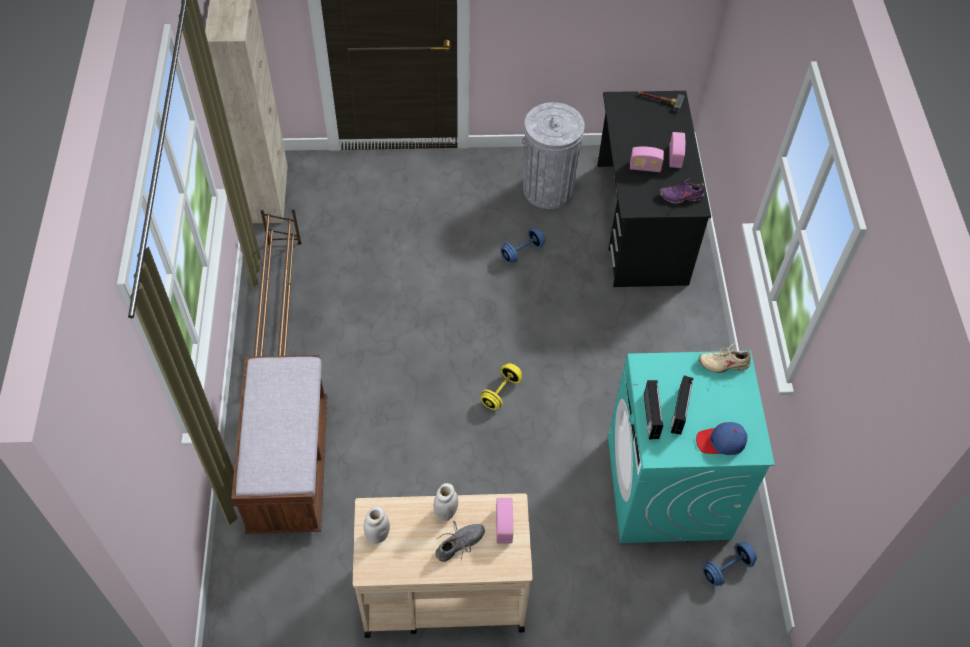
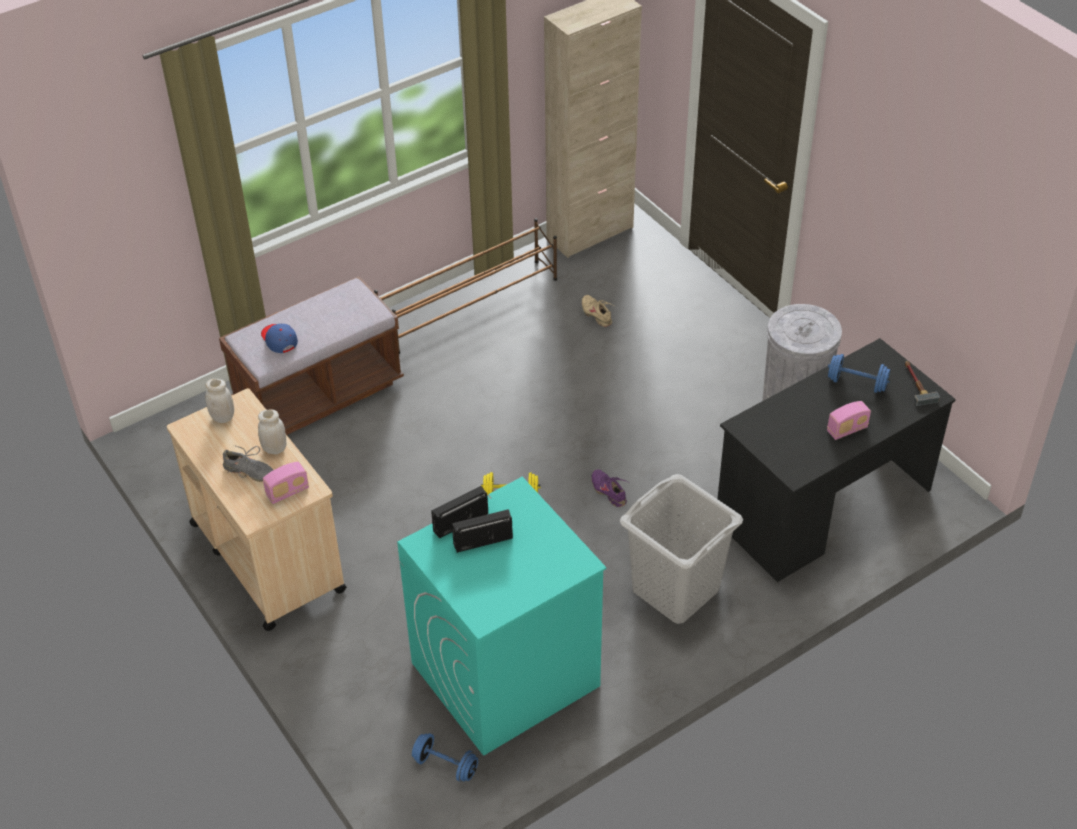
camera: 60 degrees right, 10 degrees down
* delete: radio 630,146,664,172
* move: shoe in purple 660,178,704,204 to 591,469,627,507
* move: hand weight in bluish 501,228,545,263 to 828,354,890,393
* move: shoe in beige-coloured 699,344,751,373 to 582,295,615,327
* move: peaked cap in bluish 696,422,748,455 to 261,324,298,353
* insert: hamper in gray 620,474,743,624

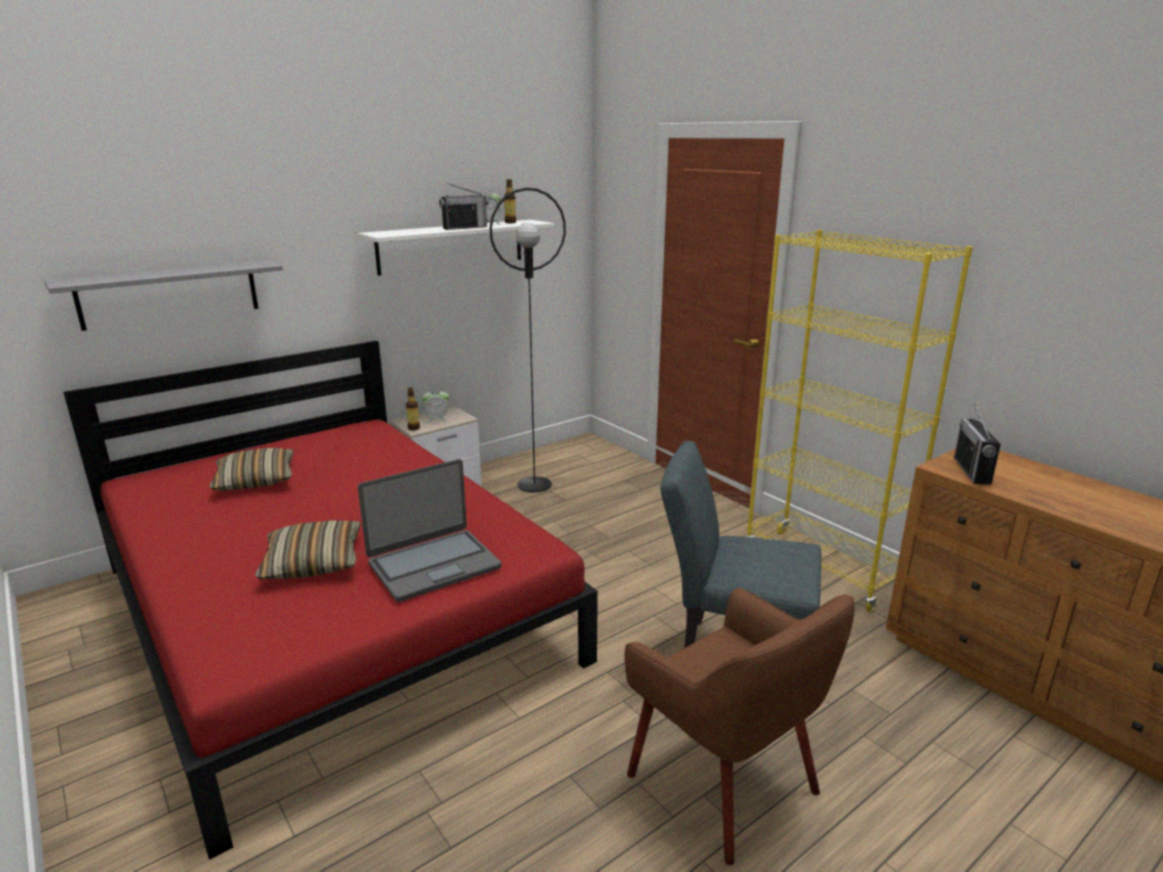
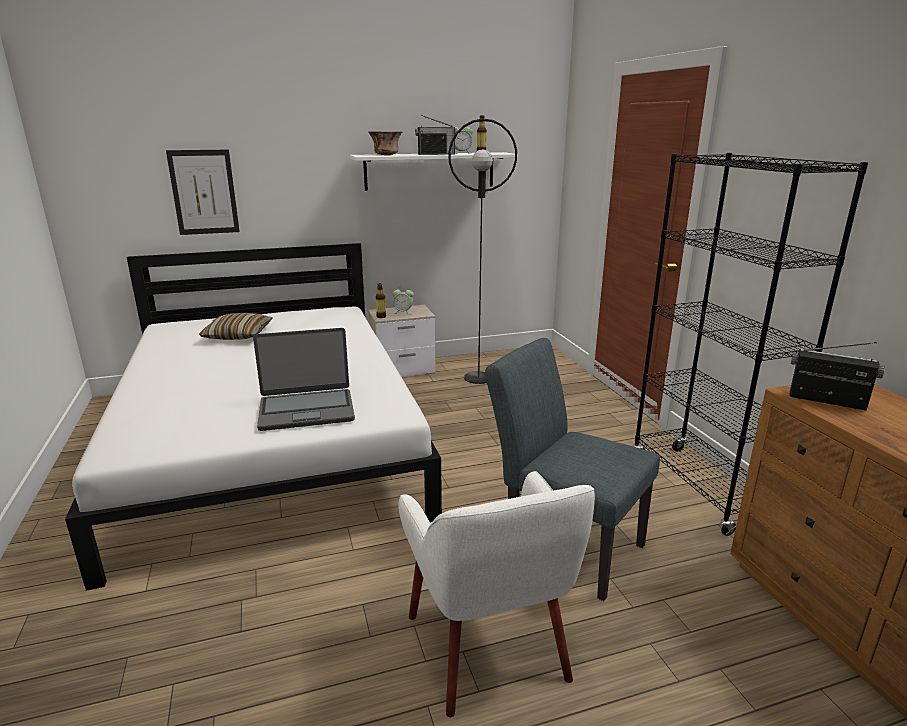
camera: 20 degrees right, 0 degrees up
* recolor: bookshelf in yellow-coloured 745,230,973,612 to bookshelf in black-coloured 633,153,868,536
* replace: shelf in gray 44,260,283,331 to picture 166,150,240,235
* recolor: bedroom bed in reddish 63,341,598,860 to bedroom bed in whitish 65,243,442,591
* rotate: radio 954,404,1001,485 = 790,342,885,410 90 degrees clockwise
* delete: cushion 255,520,361,580
* recolor: armchair in brownish 624,588,855,866 to armchair in whitish 398,471,595,717
* insert: deep dish 368,131,402,155

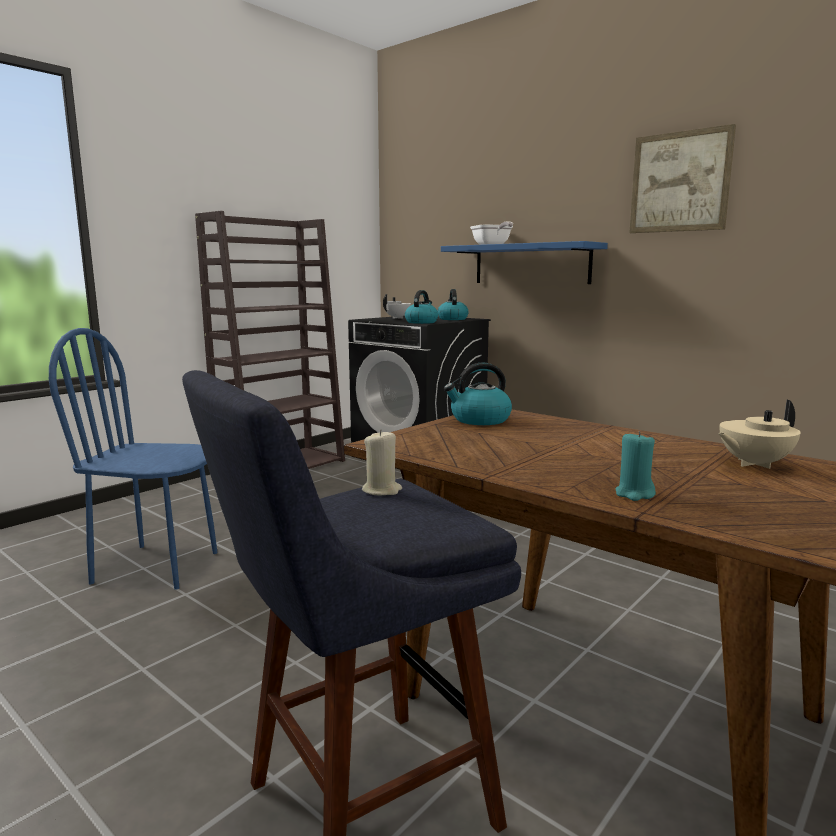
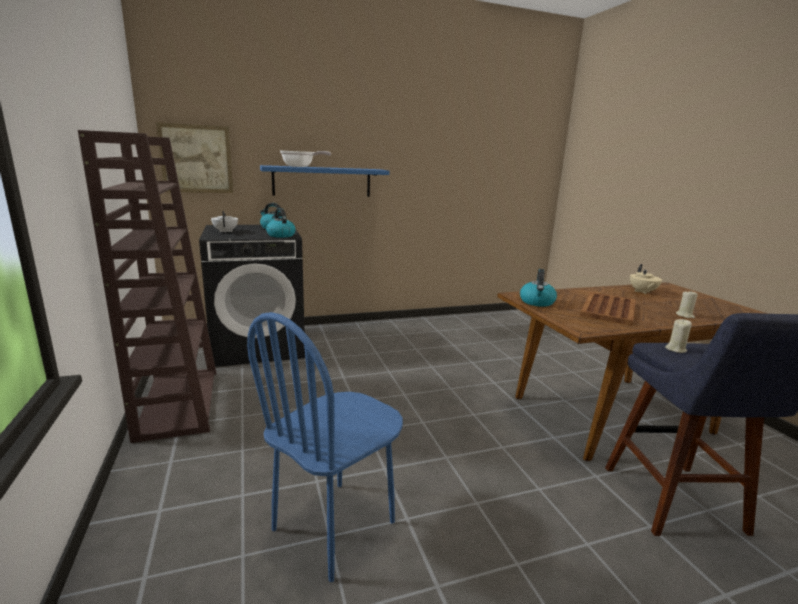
camera: 60 degrees left, 5 degrees up
* move: picture 629,124,736,233 to 156,122,233,193
* recolor: wax light in turquoise-coloured 615,431,656,501 to wax light in beige-coloured 676,290,698,318
* insert: carrying tray in brownish 580,292,636,325

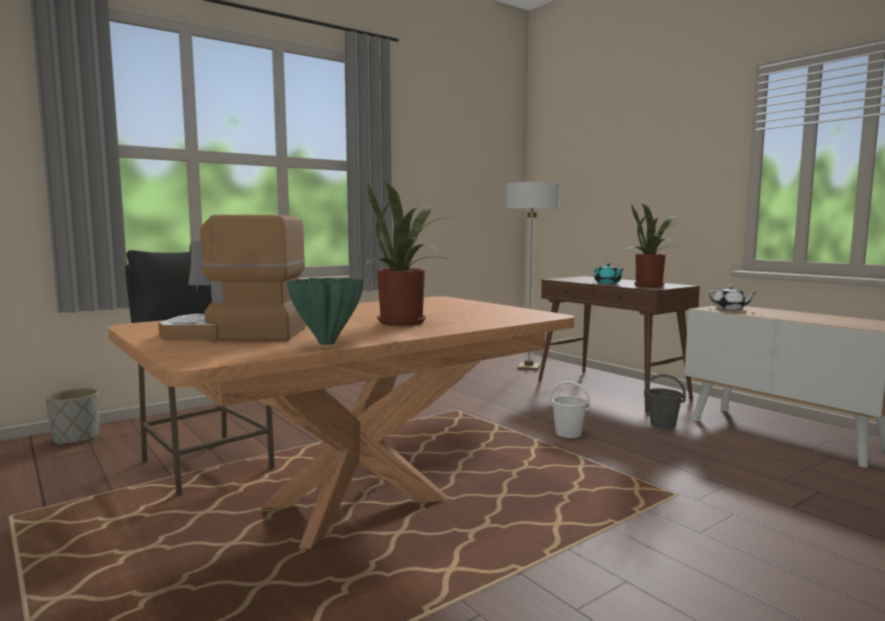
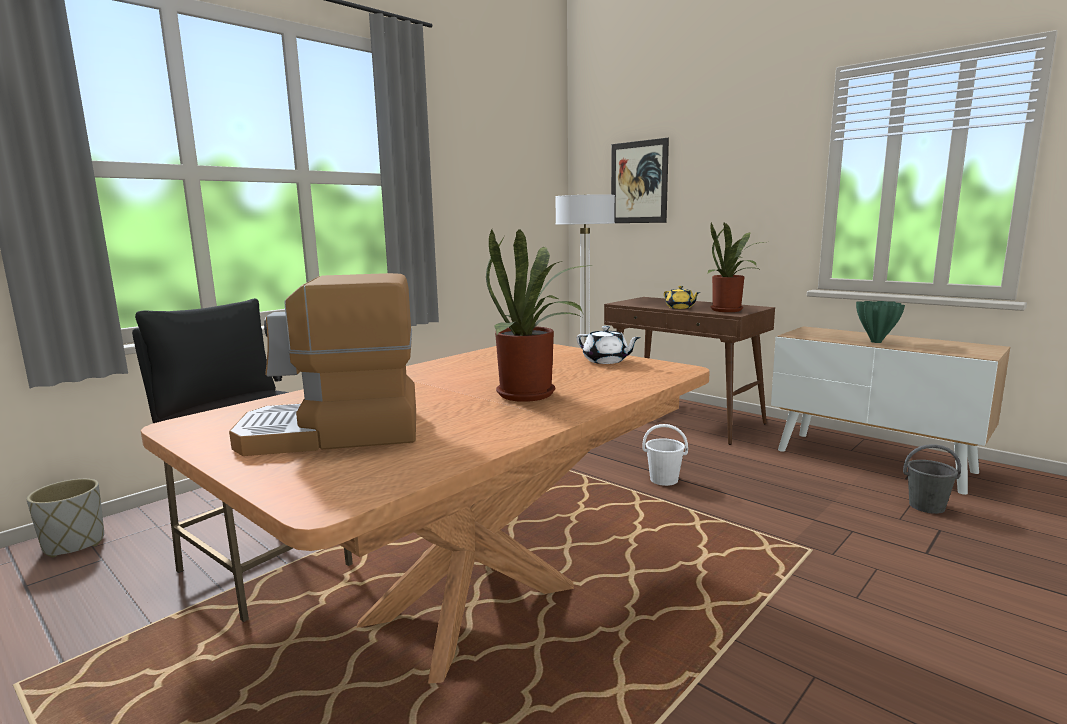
camera: 10 degrees left, 5 degrees up
* recolor: teapot in turquoise-coloured 594,263,623,284 to teapot in yellow-coloured 664,286,700,309
* move: decorative vase in green 287,278,364,345 to 856,301,905,343
* move: teapot in whitish 707,285,757,310 to 577,326,641,364
* move: bucket in gray 644,374,686,429 to 903,444,961,514
* insert: picture 611,138,669,223

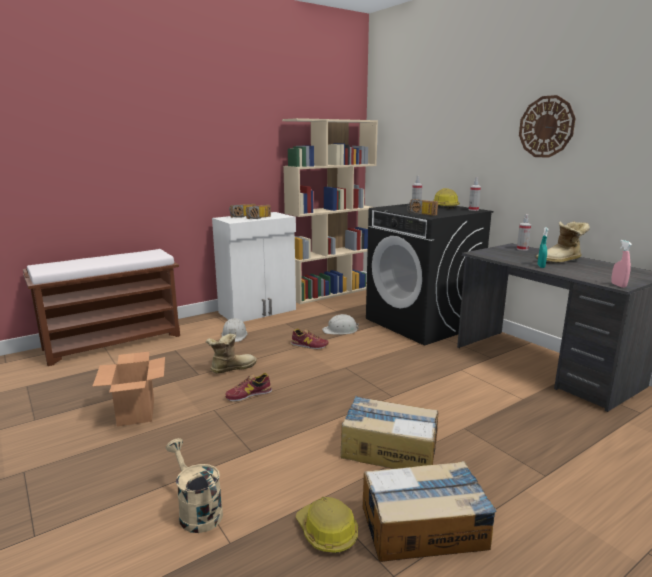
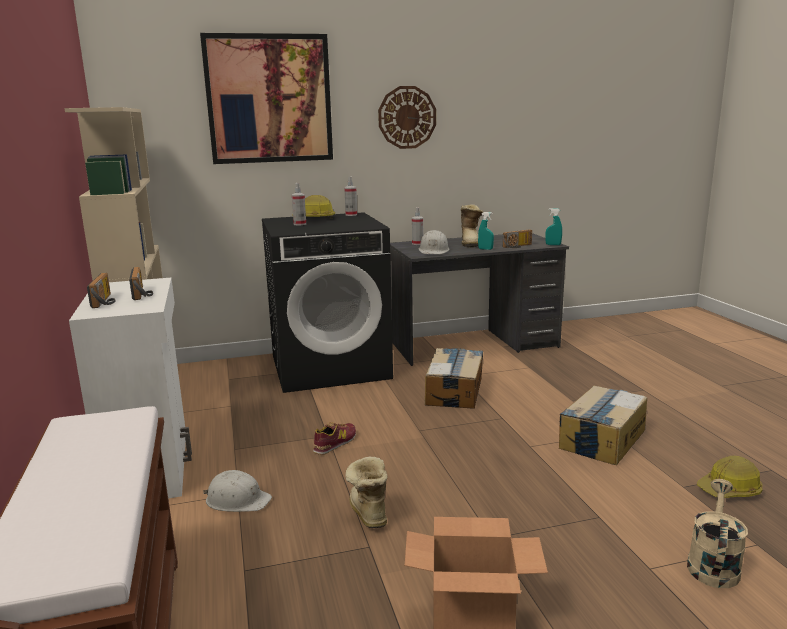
camera: 70 degrees left, 0 degrees up
* move: radio 407,199,438,216 to 502,229,532,248
* recolor: sprayer in pink-coloured 611,240,632,288 to sprayer in turquoise-coloured 545,208,562,245
* move: hard hat in whitish 322,314,359,335 to 419,230,450,254
* delete: shoe 225,373,272,402
* rotate: watering pot in beige-coloured 166,438,223,533 = 687,479,748,588 135 degrees clockwise
* move: packing box 363,461,497,562 to 425,348,483,409
* insert: picture 200,33,333,164

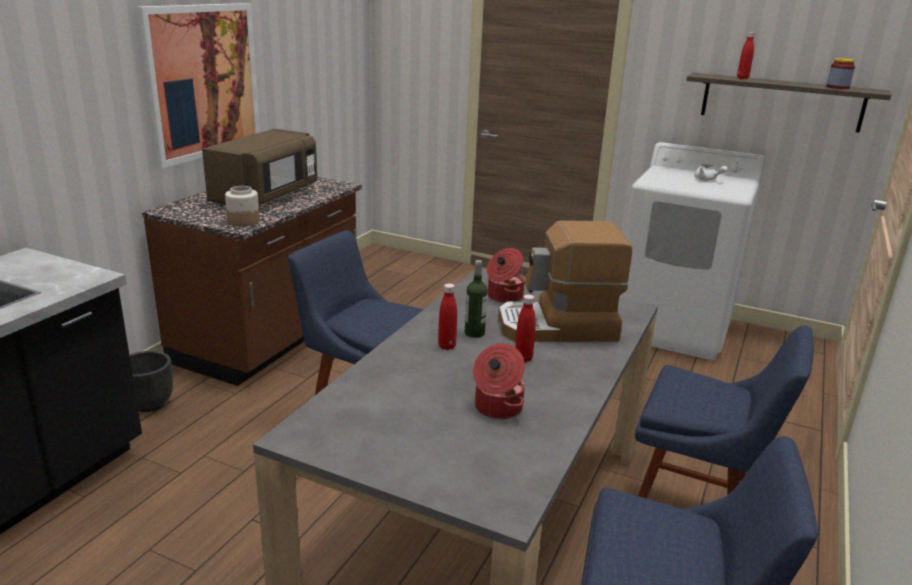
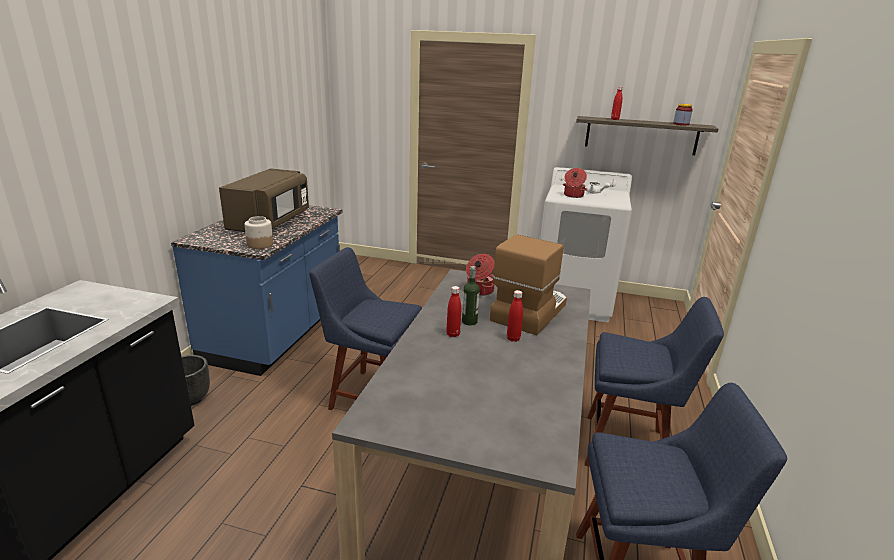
camera: 10 degrees left, 0 degrees up
* delete: picture 136,3,260,168
* recolor: kitchen counter in brownish 142,177,362,386 to kitchen counter in bluish 171,205,342,376
* rotate: coffee maker 498,220,632,342 = 490,234,567,335 135 degrees clockwise
* move: cooking pot 473,343,525,419 to 563,168,587,198

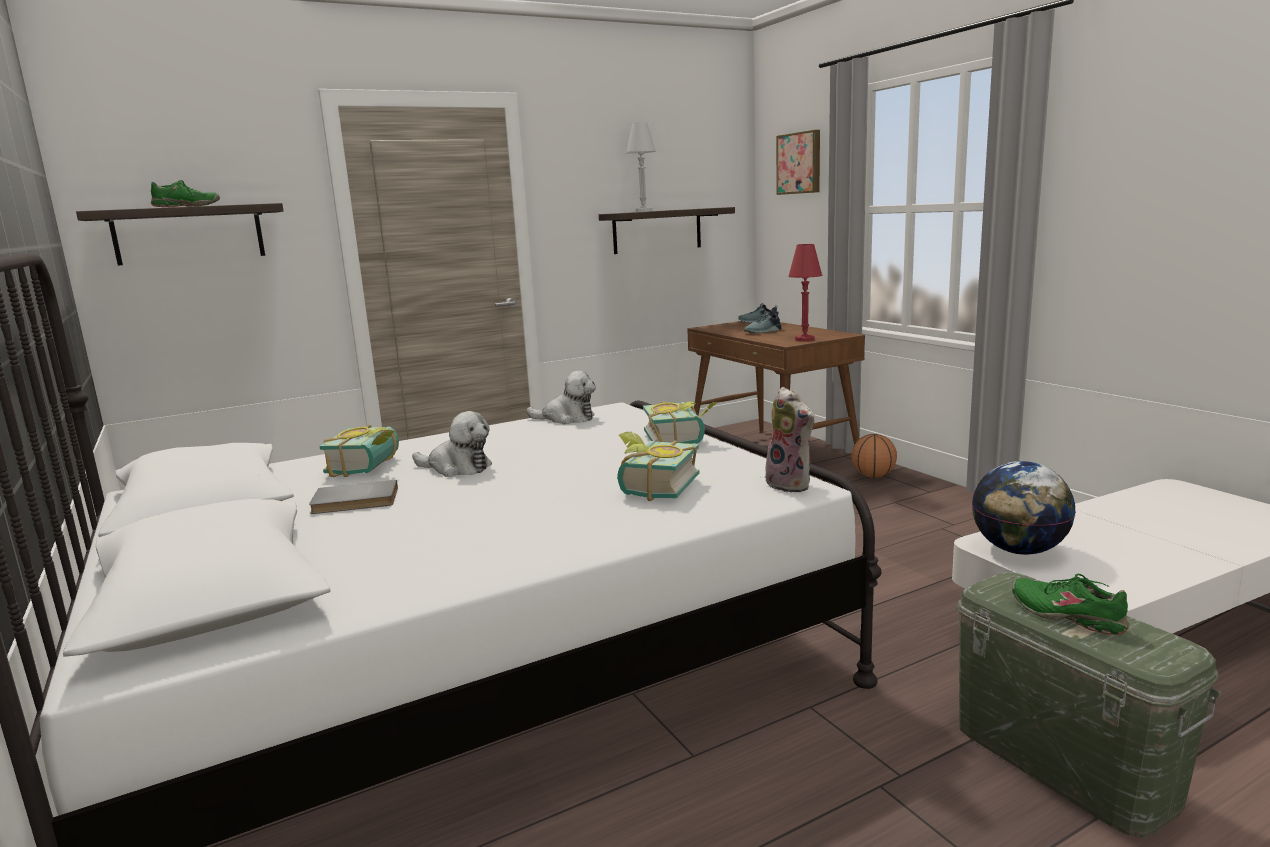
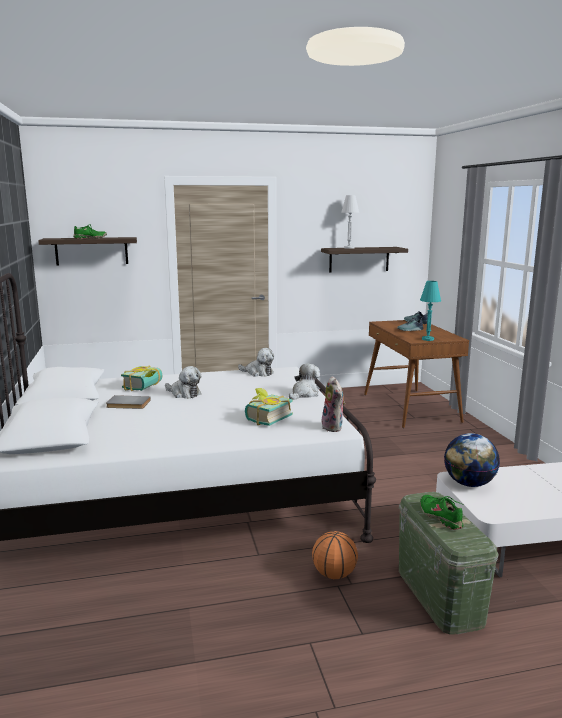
camera: 15 degrees right, 0 degrees up
* delete: picture 776,130,820,195
* recolor: table lamp in reddish 788,244,822,342 to table lamp in turquoise-coloured 420,281,441,341
* replace: book 643,401,717,444 to plush toy 289,363,320,400
* move: basketball 851,434,897,478 to 312,531,358,579

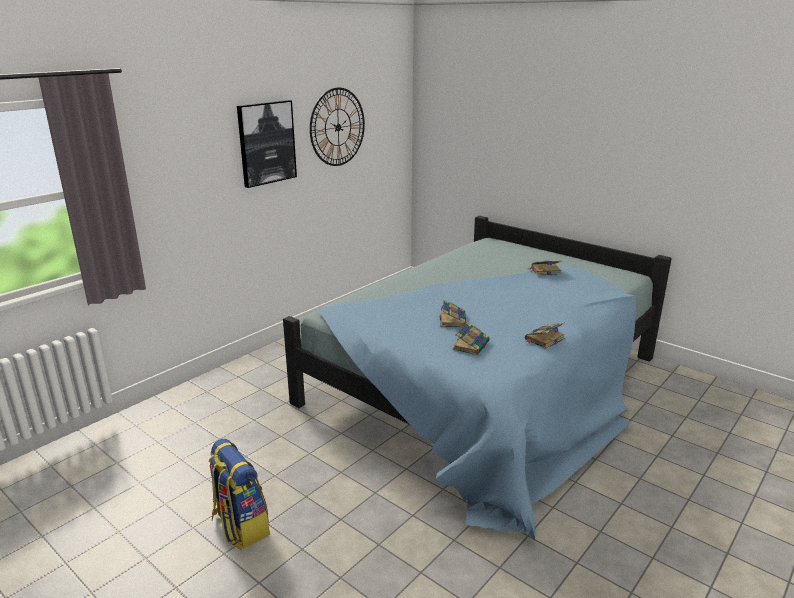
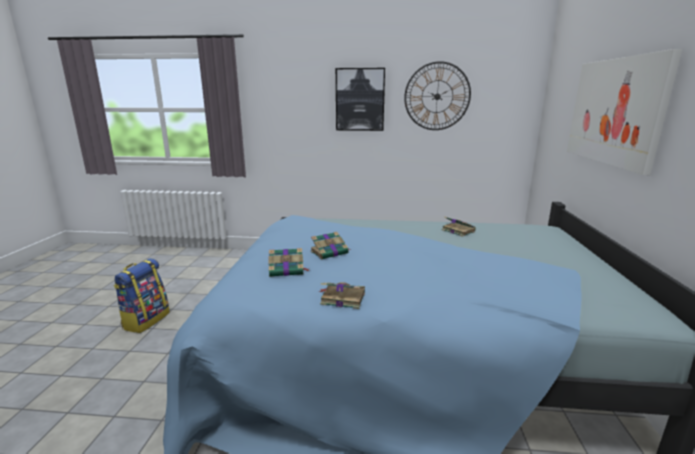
camera: 55 degrees right, 5 degrees down
* move: book 529,260,562,275 to 442,216,475,237
* insert: picture 567,49,682,175

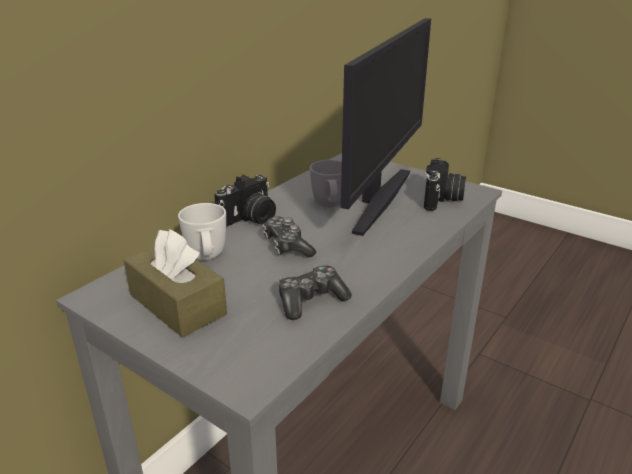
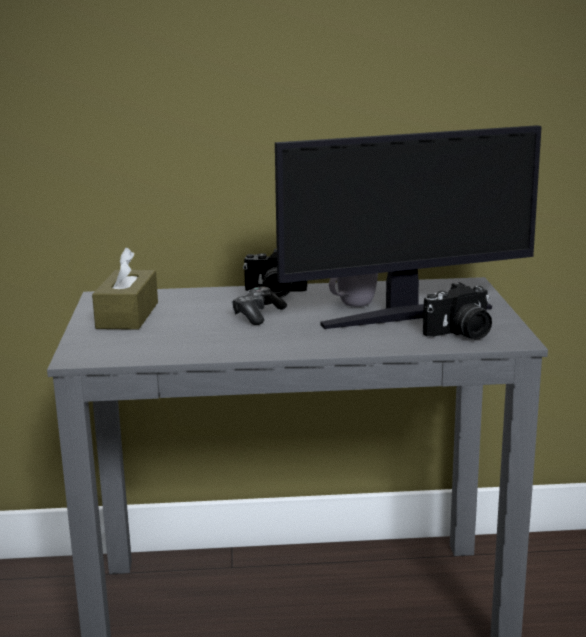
camera: 50 degrees right, 10 degrees down
* delete: mug in whitish 178,203,226,260
* delete: game controller 279,265,352,320

